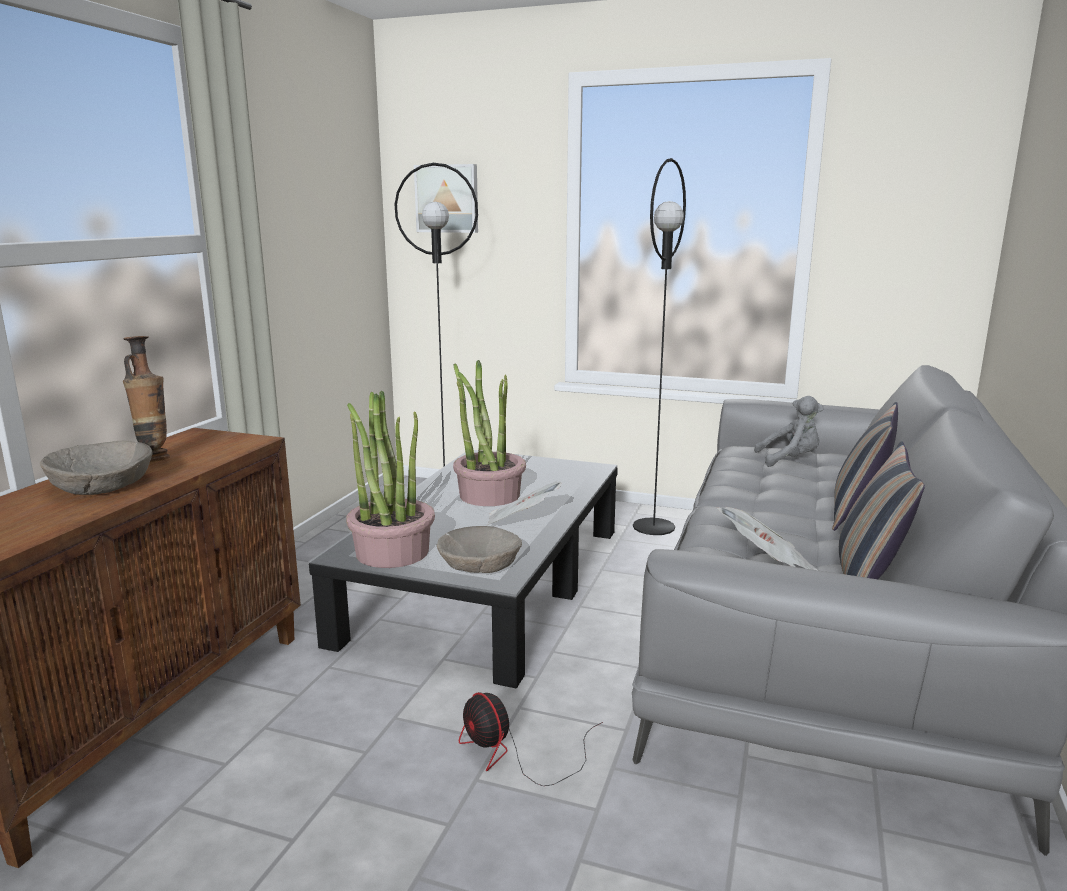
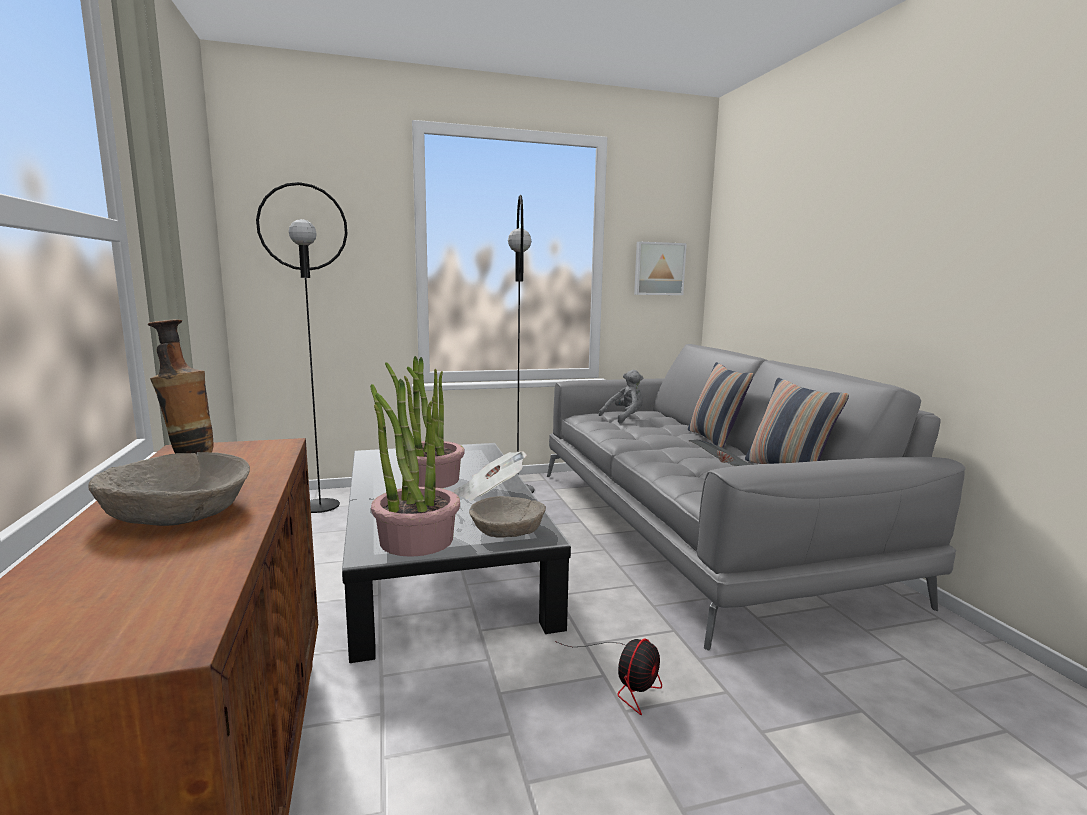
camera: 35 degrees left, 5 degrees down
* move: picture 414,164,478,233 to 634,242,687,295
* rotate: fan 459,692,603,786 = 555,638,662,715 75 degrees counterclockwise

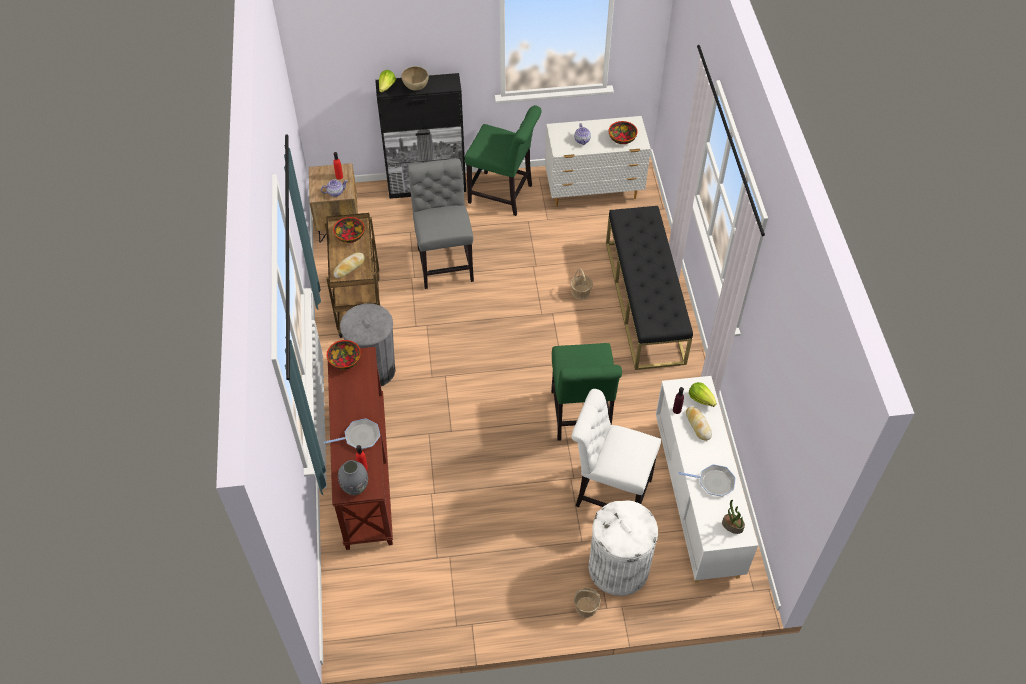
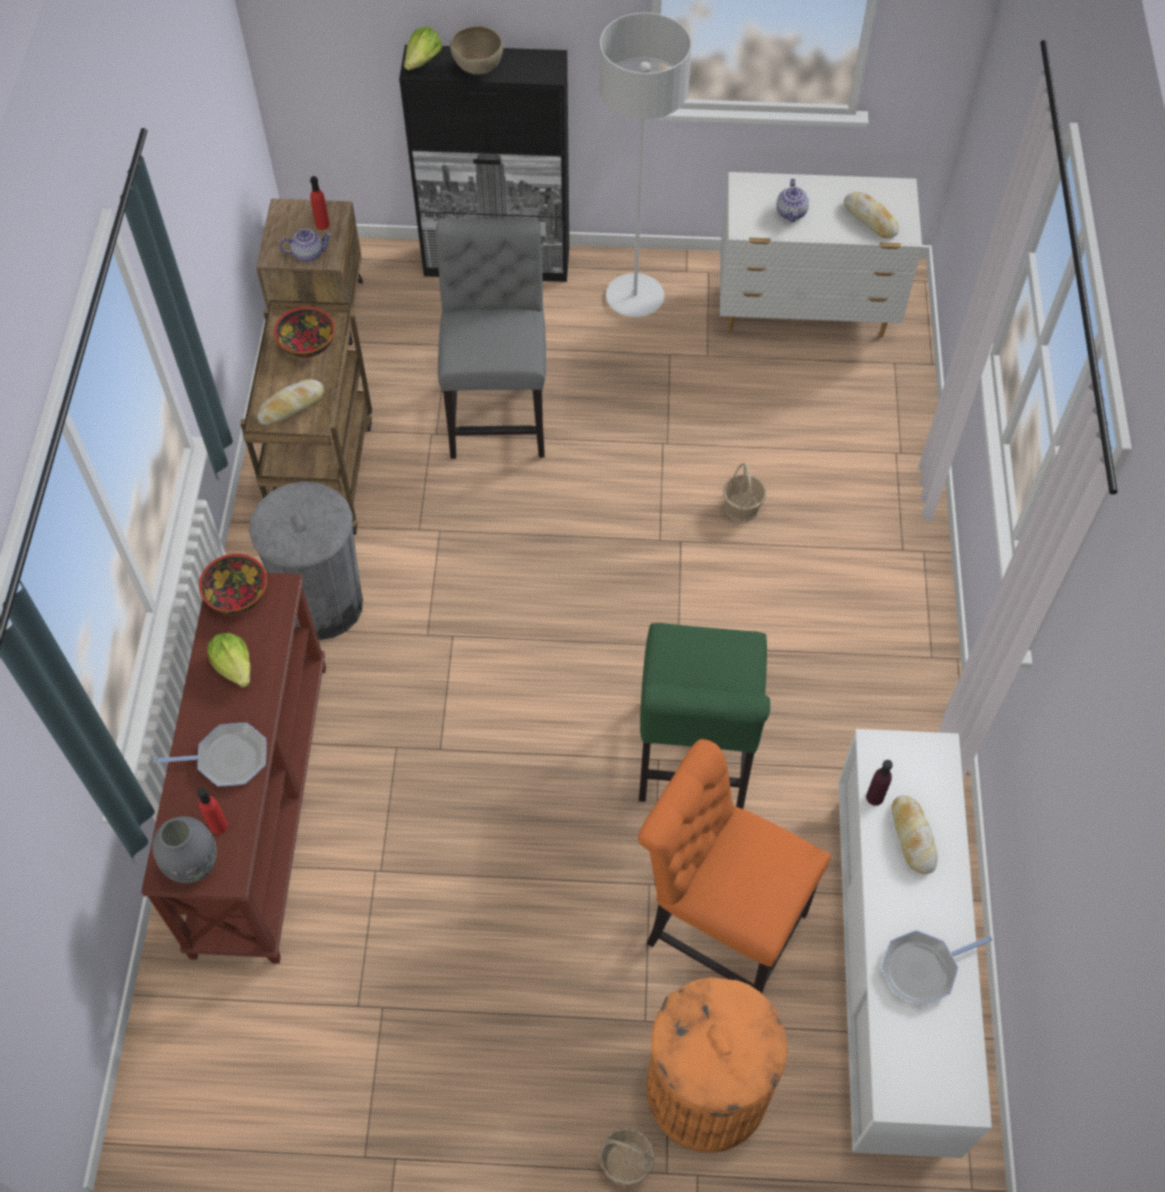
camera: 10 degrees right, 5 degrees up
* replace: chair in green 465,105,542,216 to standard lamp in gray 599,12,692,317
* replace: deep dish 609,121,638,144 to bread 844,192,899,238
* delete: long seat in black-coloured 606,206,693,370
* move: lettuce head 689,382,717,407 to 207,633,251,688
* recolor: chair in whitish 572,389,661,507 to chair in orangey 638,739,831,993
* rotate: skillet 678,464,736,497 = 882,930,992,1005 135 degrees clockwise
* recolor: waste bin in whitish 589,500,658,596 to waste bin in orangey 646,977,787,1153
* delete: plant in a pot 722,500,745,534

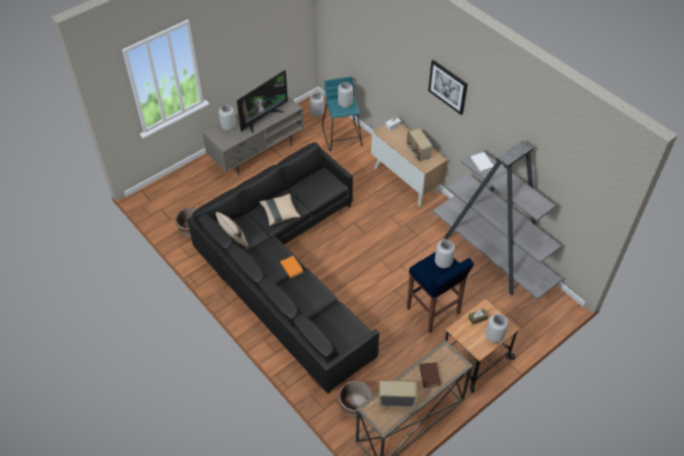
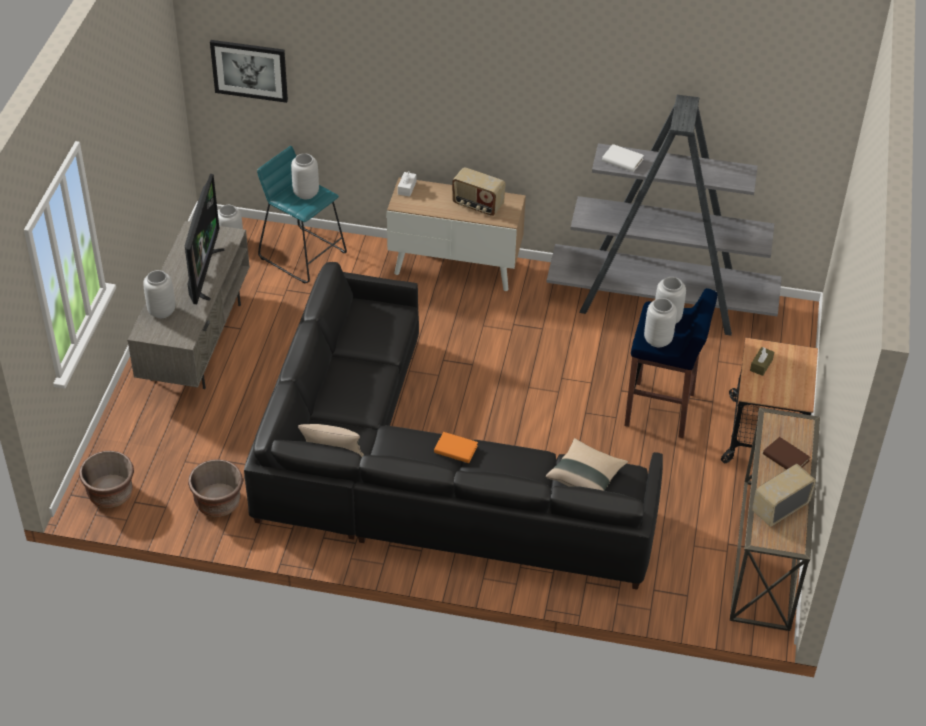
camera: 40 degrees left, 5 degrees down
* move: picture 428,60,468,115 to 210,40,288,103
* move: cushion in beige-coloured 259,194,301,226 to 546,438,628,491
* move: decorative vase in gray 486,314,508,343 to 644,298,677,348
* move: planter in brownish 339,381,372,418 to 79,451,134,508

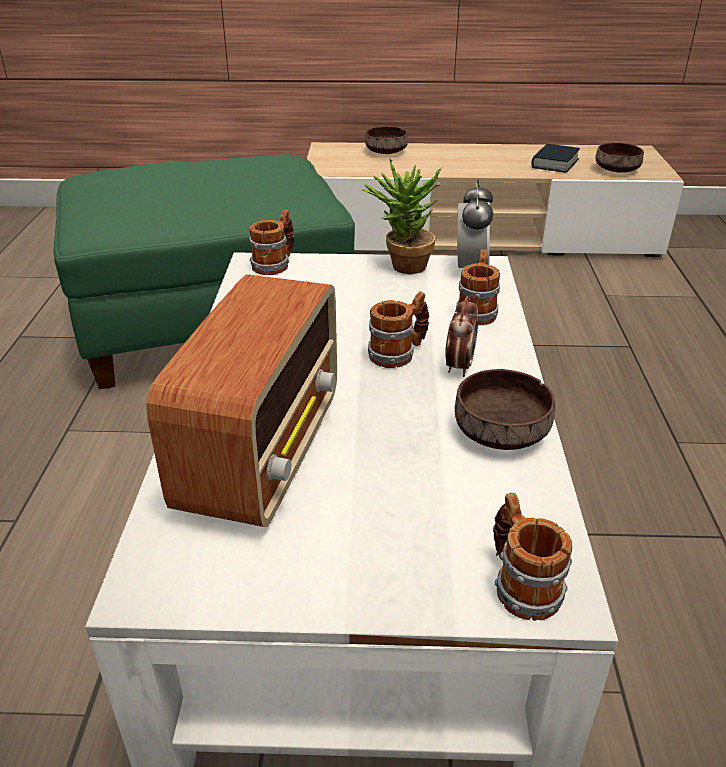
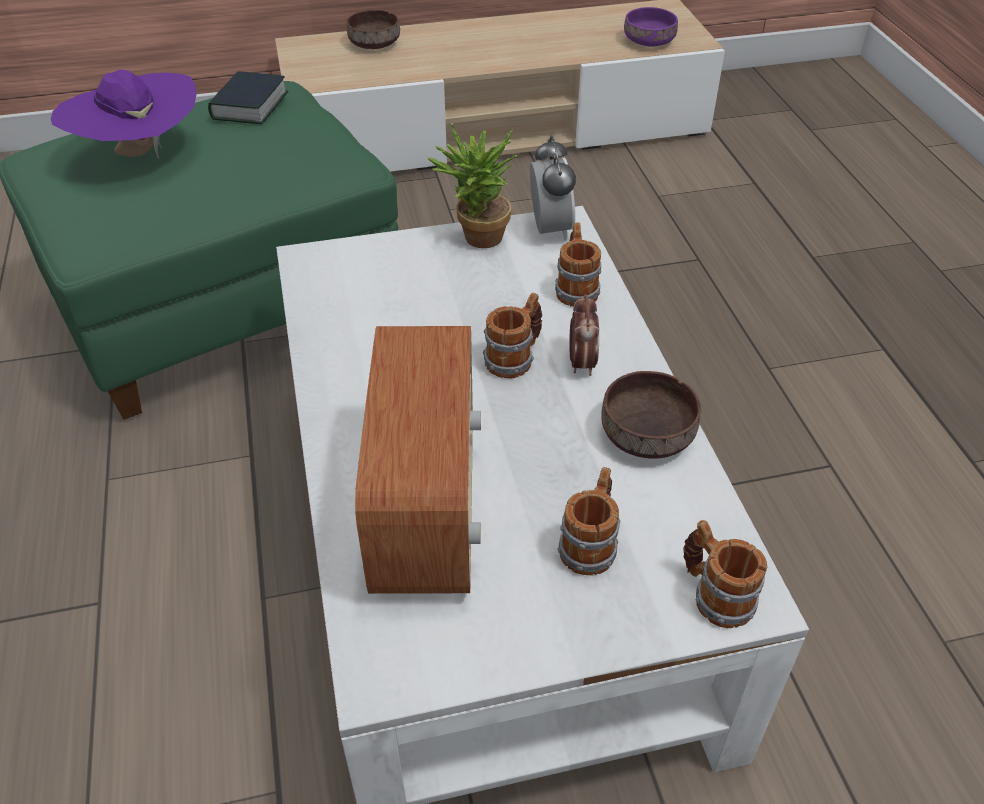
camera: 15 degrees left, 10 degrees up
* recolor: deep dish in brownish 596,142,644,173 to deep dish in purple 624,7,678,46
* move: book 531,144,580,173 to 208,71,289,124
* move: mug 249,209,294,275 to 558,467,620,575
* insert: wearable hat in purple 51,69,196,159

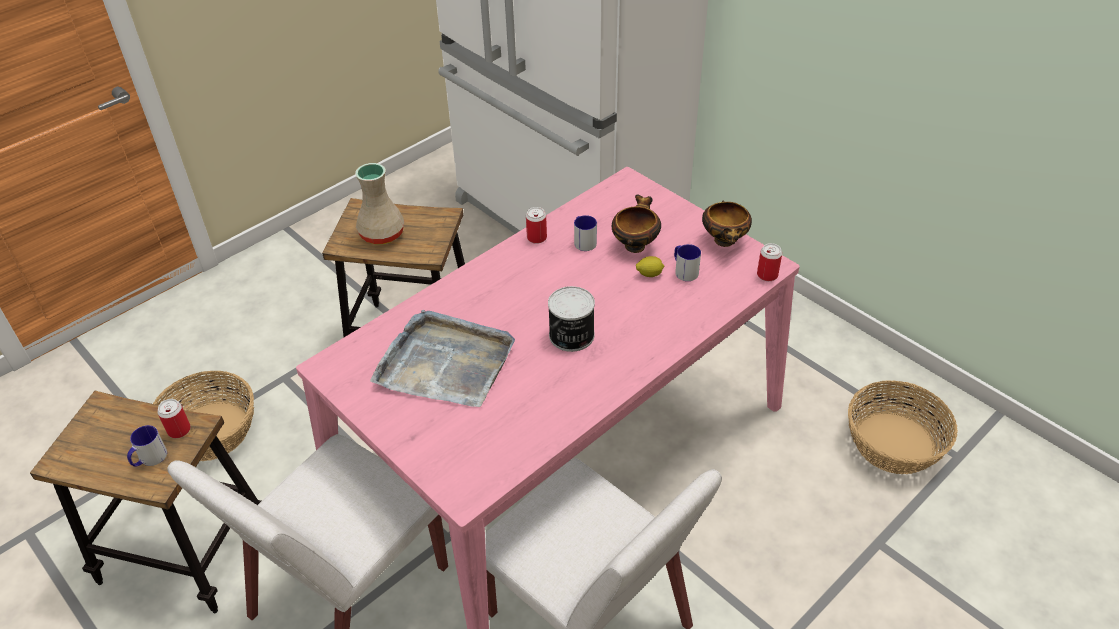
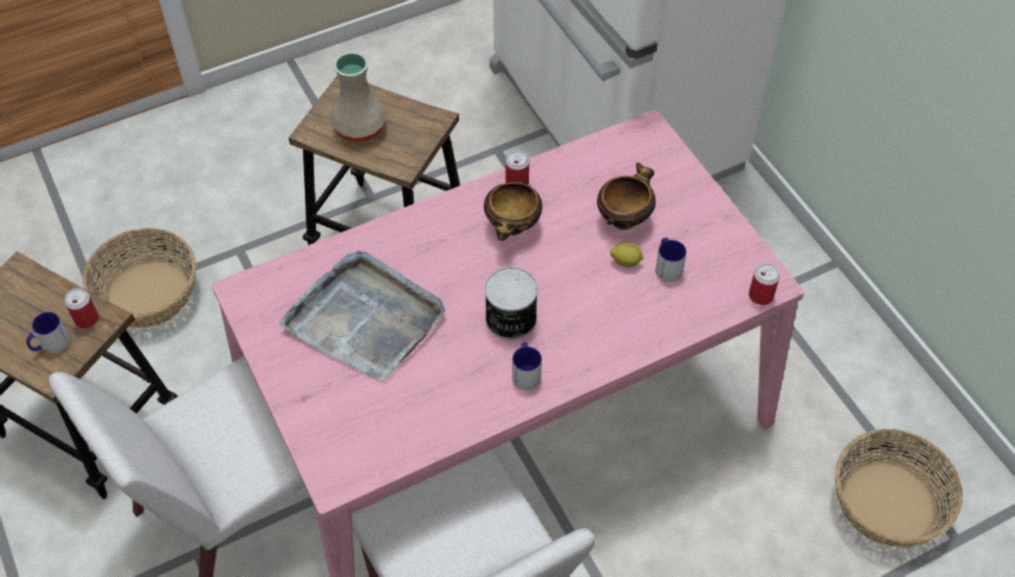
camera: 15 degrees right, 10 degrees up
* move: deep dish 702,200,752,247 to 484,179,542,241
* move: mug 574,215,597,251 to 512,343,542,390

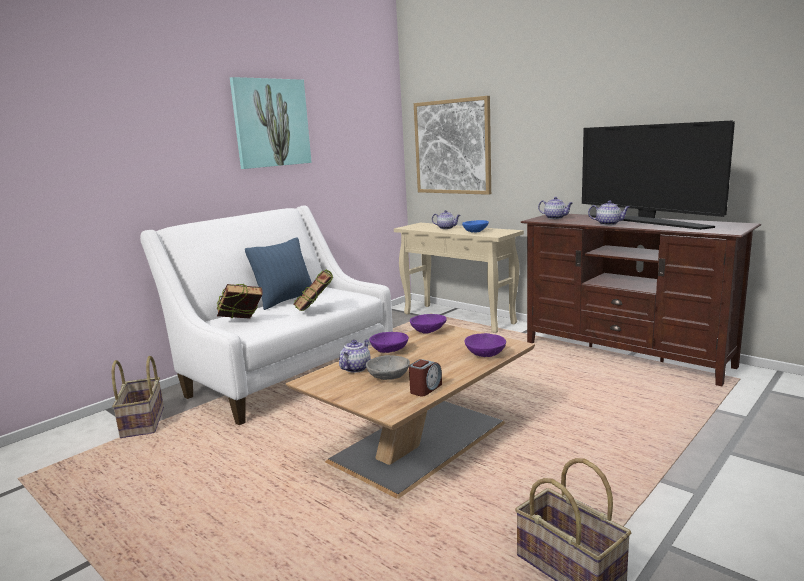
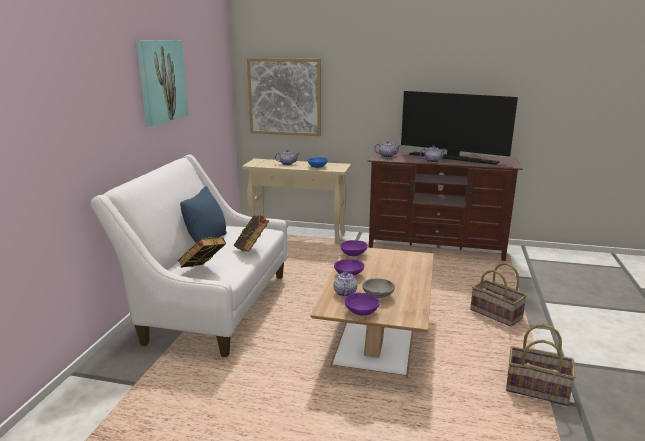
camera: 30 degrees left, 5 degrees up
* move: deep dish in purple 464,333,506,357 to 345,293,380,315
* move: basket 112,356,164,438 to 470,263,527,327
* delete: alarm clock 409,359,442,396

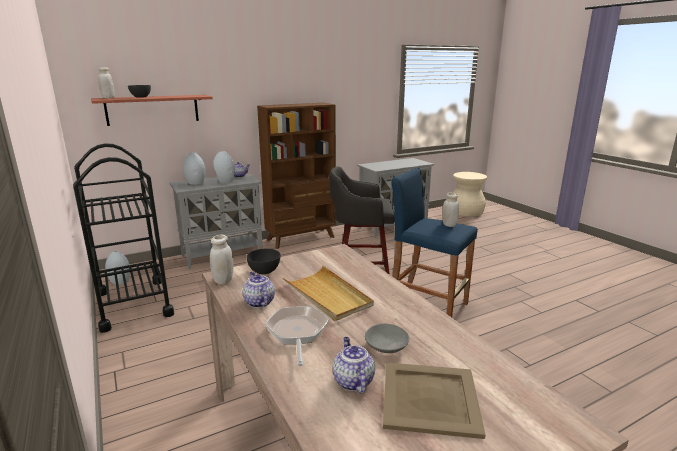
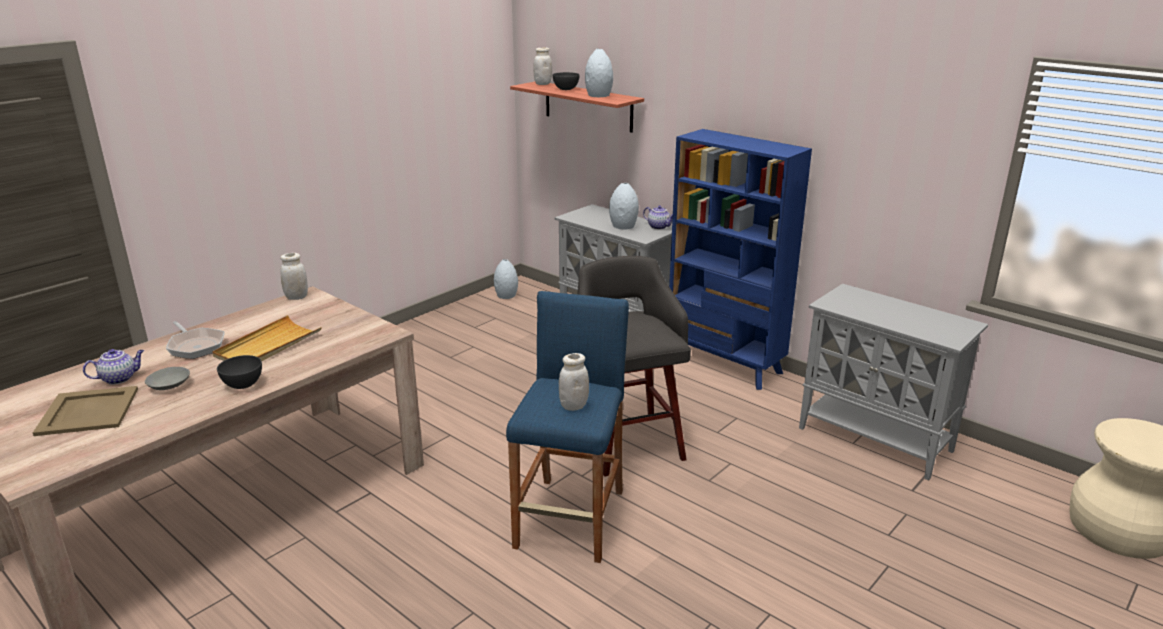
camera: 70 degrees right, 5 degrees up
* recolor: bookshelf in brownish 257,103,336,249 to bookshelf in bluish 669,129,812,390
* delete: trolley in black-coloured 73,143,174,333
* move: decorative vase in gray 183,152,205,185 to 585,49,613,97
* move: deep dish in gray 246,249,281,274 to 217,355,262,389
* delete: teapot 243,272,275,308
* rotate: skillet 265,306,329,366 = 166,321,224,359 75 degrees clockwise

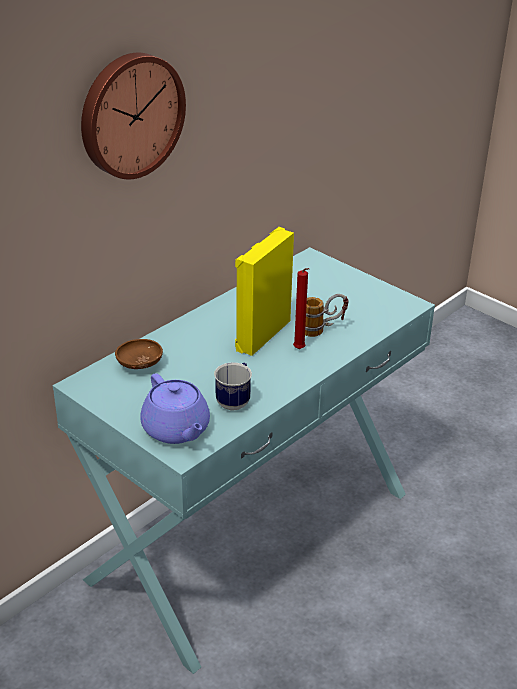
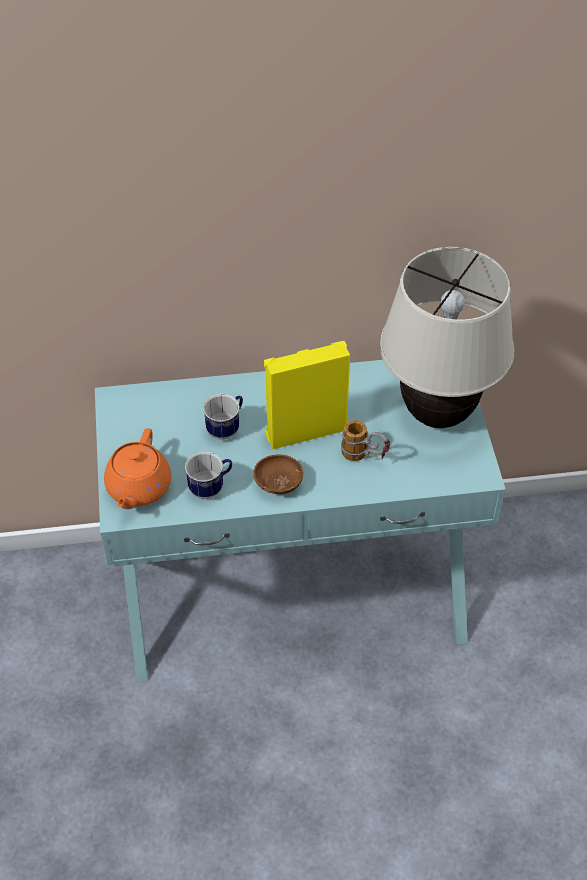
camera: 40 degrees right, 15 degrees up
* delete: clock on the wall 81,53,186,179
* delete: wax light in reddish 293,268,309,349
* move: deep dish in brownish 115,339,163,369 to 253,454,303,494
* recolor: teapot in purple 140,373,210,444 to teapot in orangey 104,428,171,509
* insert: table lamp in beige-coloured 380,247,514,428
* insert: mug 203,394,243,440

